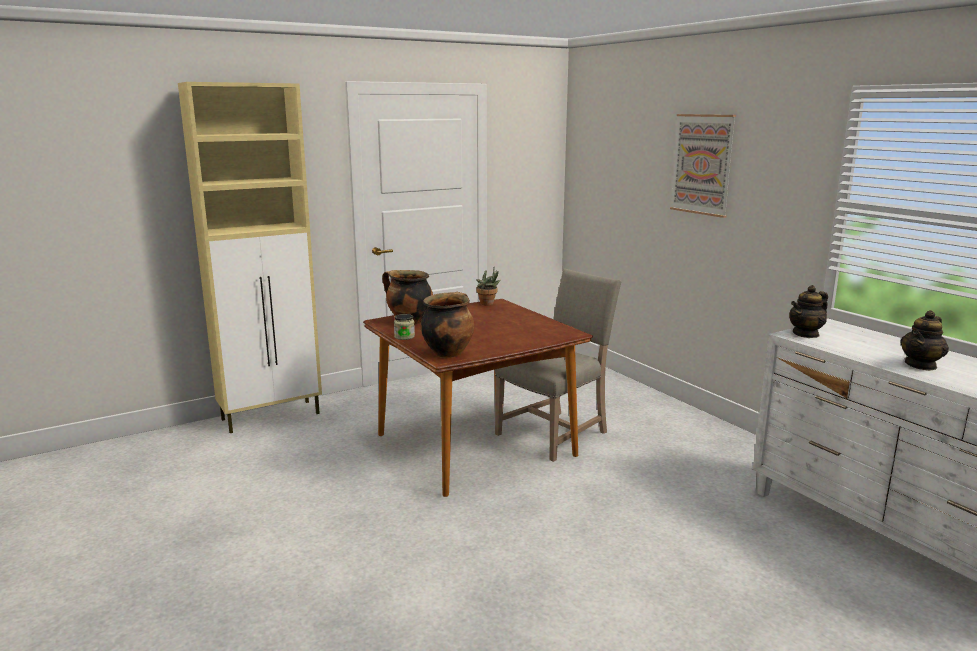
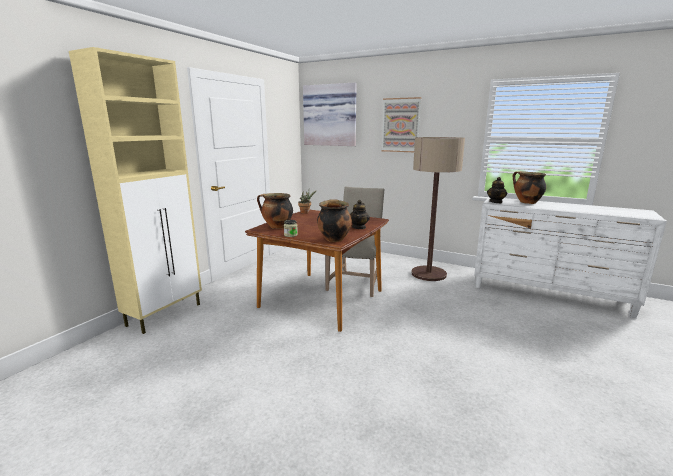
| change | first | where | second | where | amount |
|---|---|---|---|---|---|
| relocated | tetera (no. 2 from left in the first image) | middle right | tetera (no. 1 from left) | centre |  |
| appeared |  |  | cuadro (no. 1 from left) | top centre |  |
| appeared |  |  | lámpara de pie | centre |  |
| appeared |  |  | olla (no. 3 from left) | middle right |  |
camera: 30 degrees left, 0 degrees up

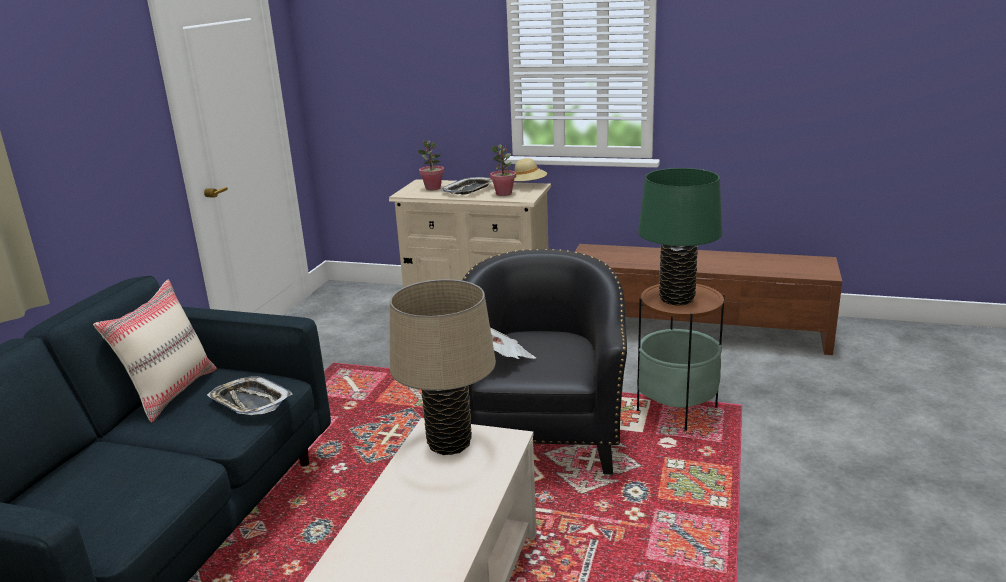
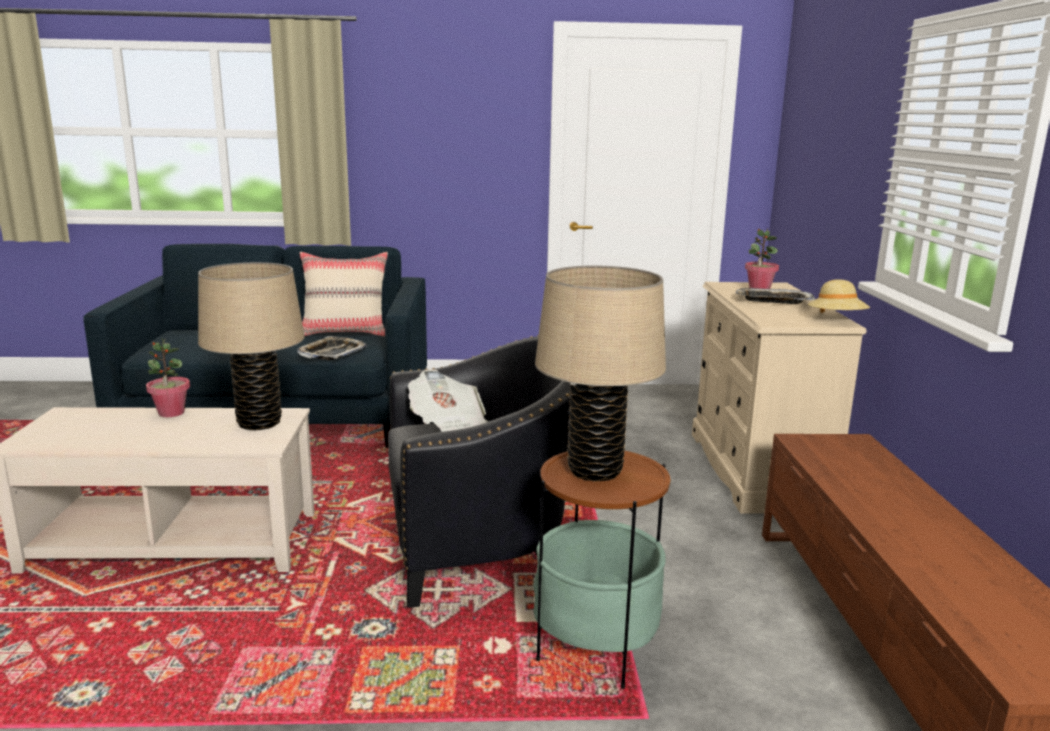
| change | first | where | second | where | amount |
|---|---|---|---|---|---|
| relocated | planta en maceta (no. 2 from left in the first image) | top centre | planta en maceta (no. 1 from left) | middle left |  |
| colour | lámpara de mesa [verde] | middle right | lámpara de mesa [beis] (no. 2 from left) | centre |  |
camera: 70 degrees right, 5 degrees down

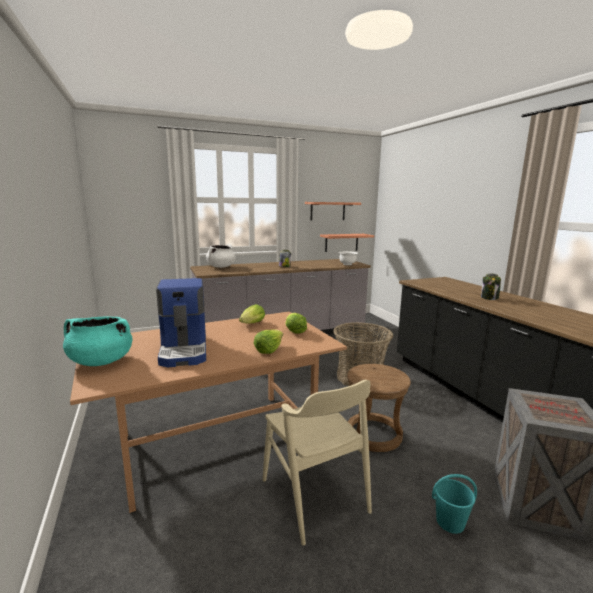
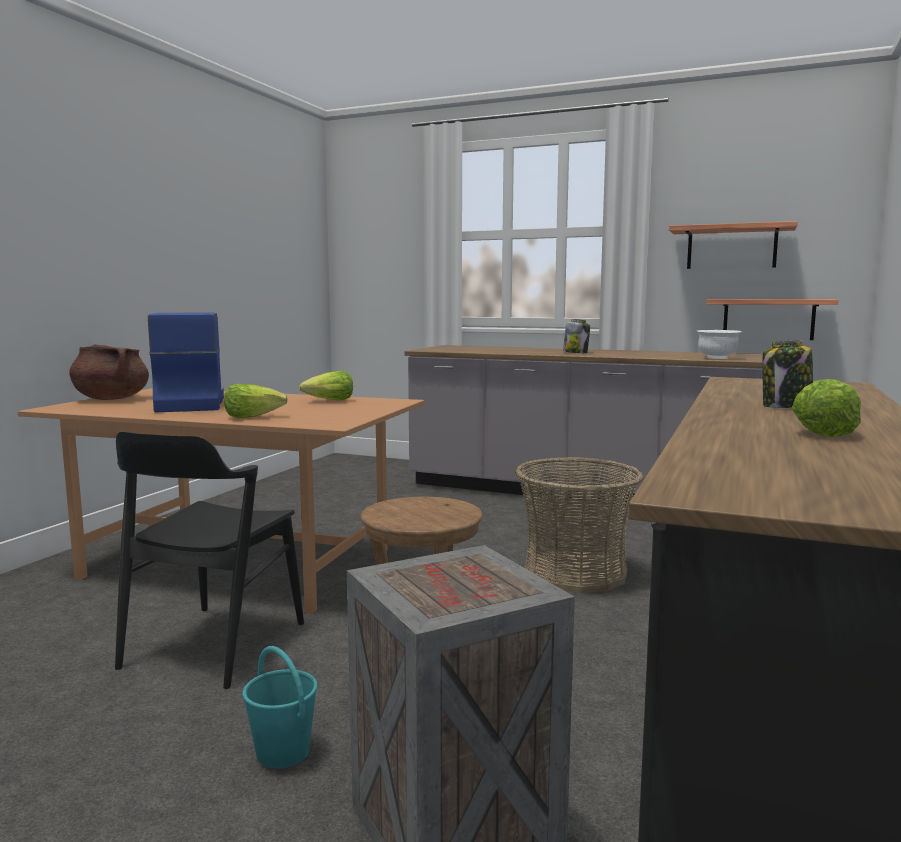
| change | first | where | second | where | amount |
|---|---|---|---|---|---|
| colour | olla [turquesa] | middle left | olla [marrón] | middle left |  |
| spun | cafetera | middle left |  | middle left | 135 degrees clockwise |
| missing | olla [blanco] | centre |  |  |  |
| colour | silla [beis] | bottom centre | silla [negro] | middle left |  |
| relocated | lechuga (no. 3 from left) | centre |  | middle right |  |
camera: 45 degrees right, 5 degrees down

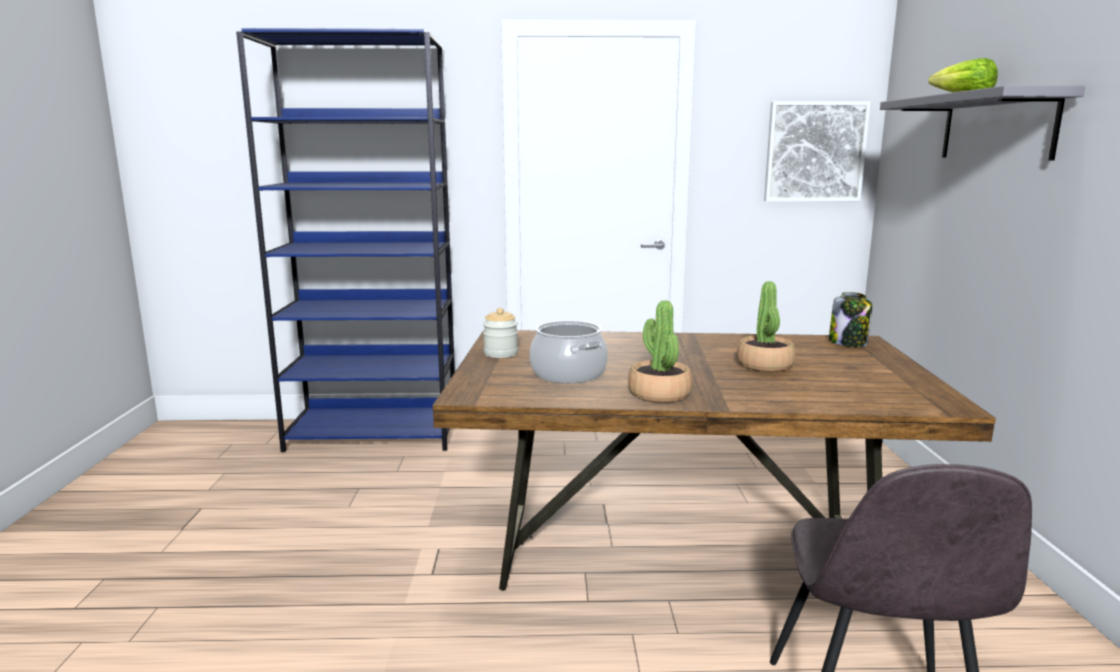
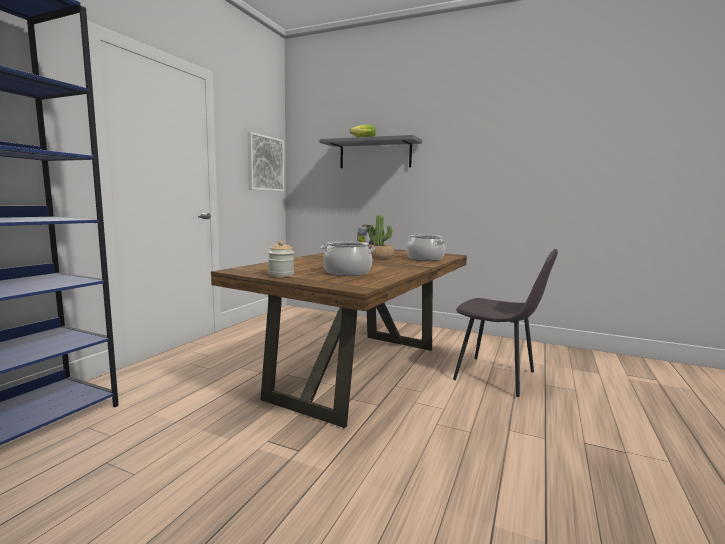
| change | first | where | second | where | amount |
|---|---|---|---|---|---|
| missing | planta en maceta (no. 1 from left) | centre |  |  |  |
| appeared |  |  | olla (no. 2 from left) | centre |  |
camera: 65 degrees left, 5 degrees down

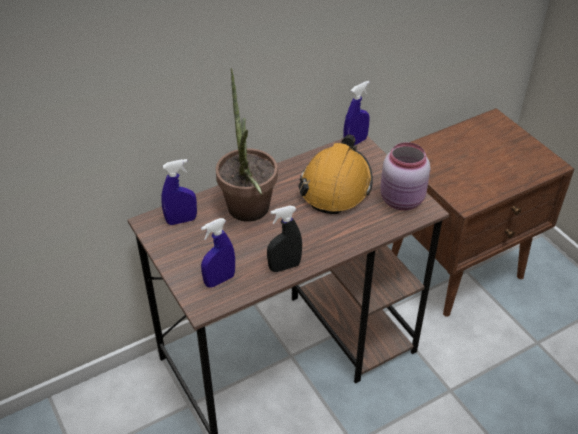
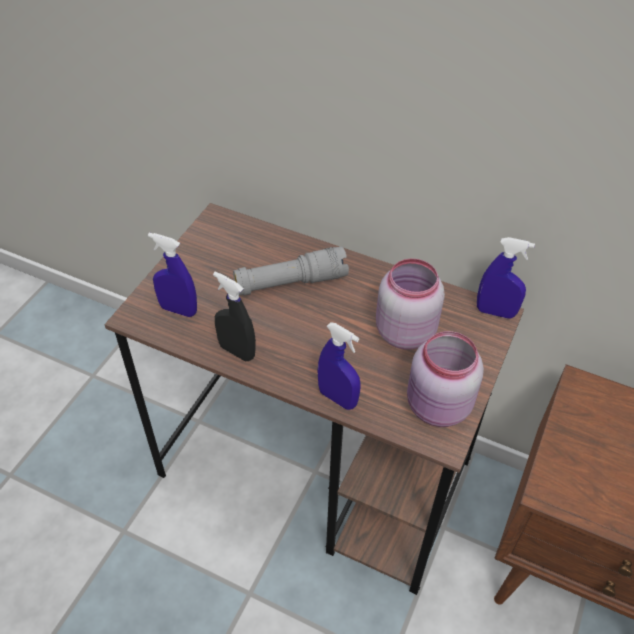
| change | first | where | second | where | amount |
|---|---|---|---|---|---|
| relocated | pulverizador [azul] (no. 1 from left in the first image) | middle left | pulverizador [azul] (no. 2 from left) | centre |  |
| exchanged | planta en maceta | centre | linterna [gris] | centre |  |
| exchanged | casco [naranja] | centre | tarro [rosa] (no. 1 from left) | centre |  |
camera: 55 degrees right, 5 degrees up

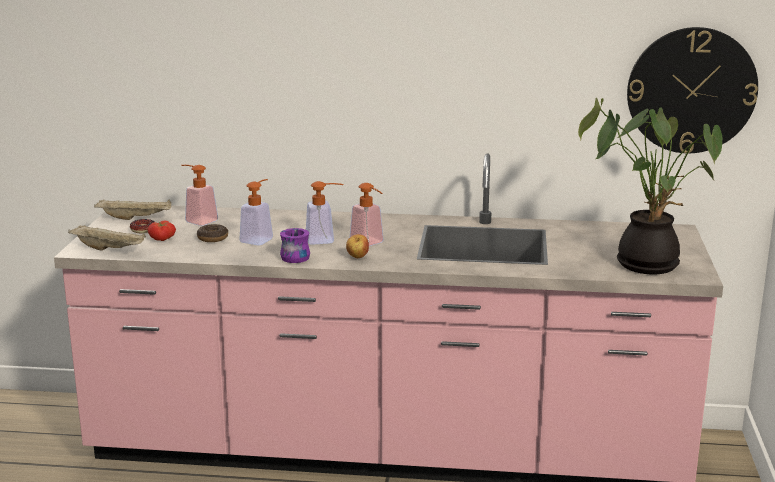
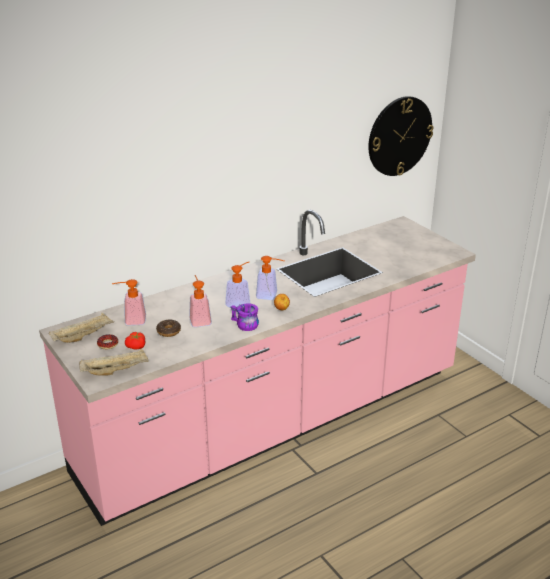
| change | first | where | second | where | amount |
|---|---|---|---|---|---|
| missing | planta en maceta | middle right |  |  |  |
camera: 40 degrees left, 10 degrees up

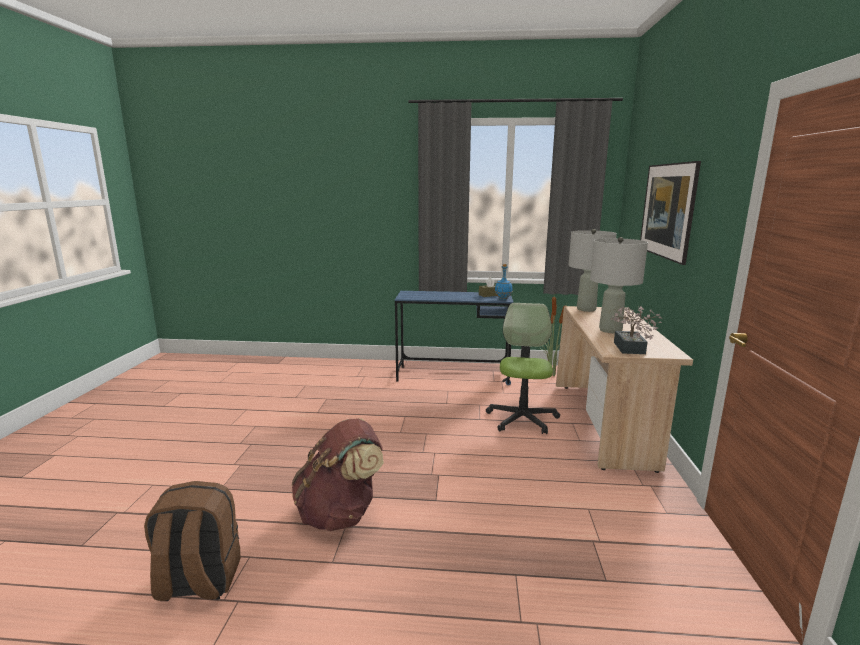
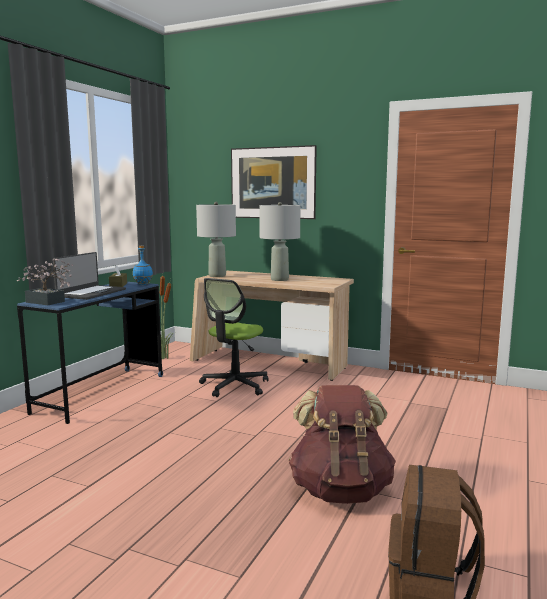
| change | first | where | second | where | amount |
|---|---|---|---|---|---|
| spun | silla de oficina | centre |  | centre | 90 degrees counterclockwise |
| relocated | planta en maceta (no. 2 from left in the first image) | middle right | planta en maceta (no. 1 from left) | middle left |  |
| appeared |  |  | portátil | middle left |  |
camera: 70 degrees left, 5 degrees down

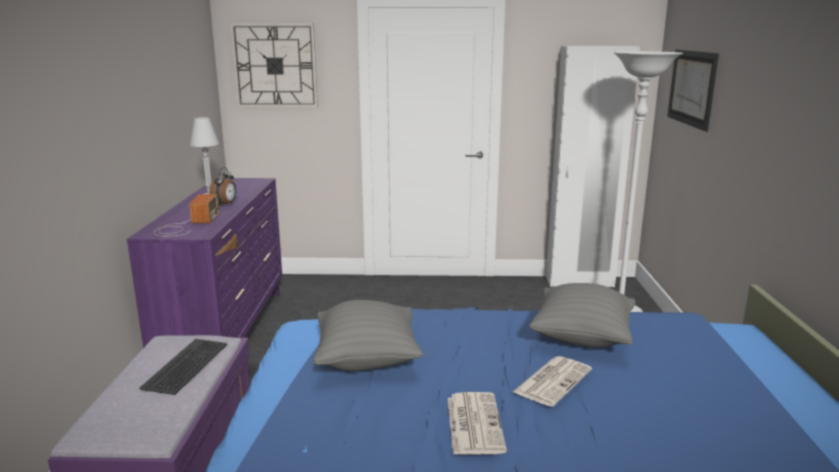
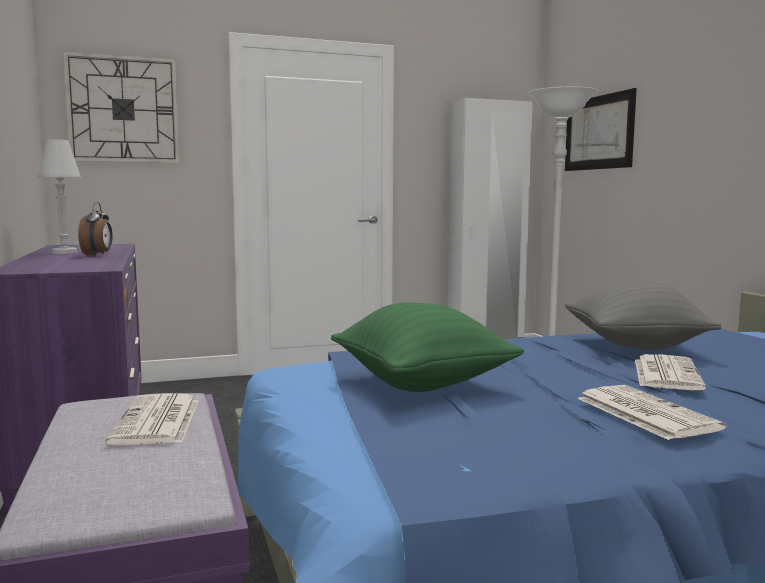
| change | first | where | second | where | amount |
|---|---|---|---|---|---|
| exchanged | teclado | bottom left | periódico (no. 1 from left) | bottom left |  |
| missing | radio | middle left |  |  |  |
| colour | cojín [gris] (no. 1 from left) | bottom centre | cojín [verde] | centre |  |
camera: 20 degrees left, 10 degrees down

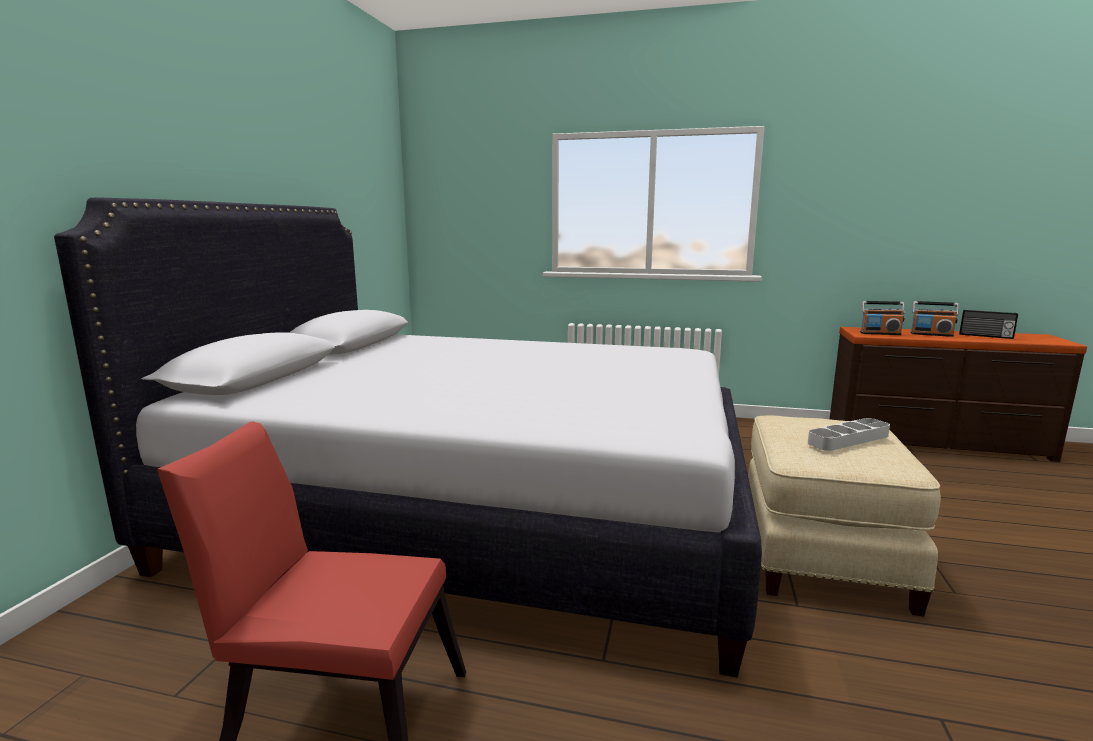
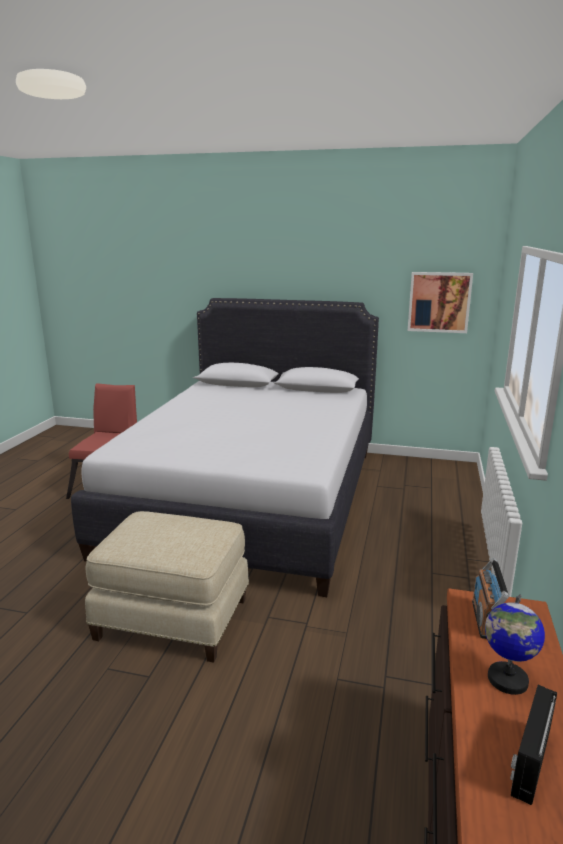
| change | first | where | second | where | amount |
|---|---|---|---|---|---|
| missing | bandeja [gris] | middle right |  |  |  |
| exchanged | radio (no. 2 from left) | middle right | globo terráqueo | bottom right |  |
| appeared |  |  | cuadro | middle right |  |
camera: 90 degrees right, 5 degrees up

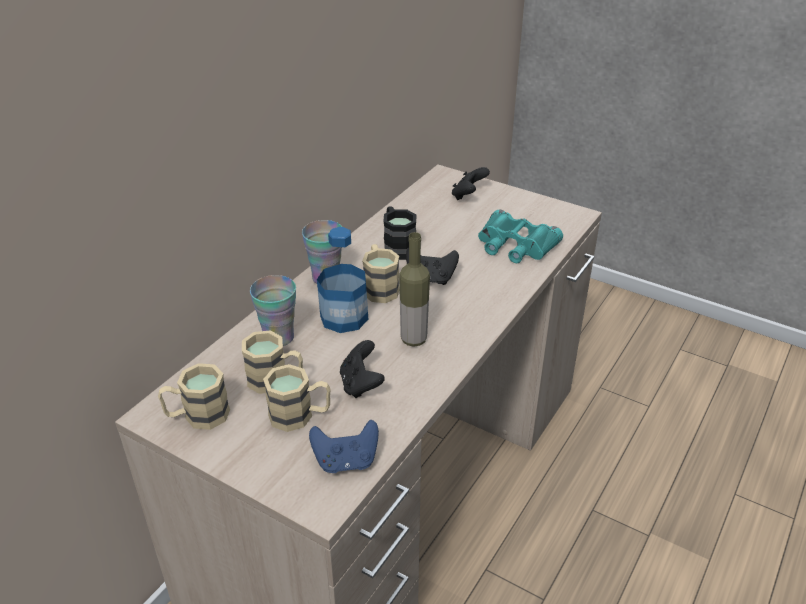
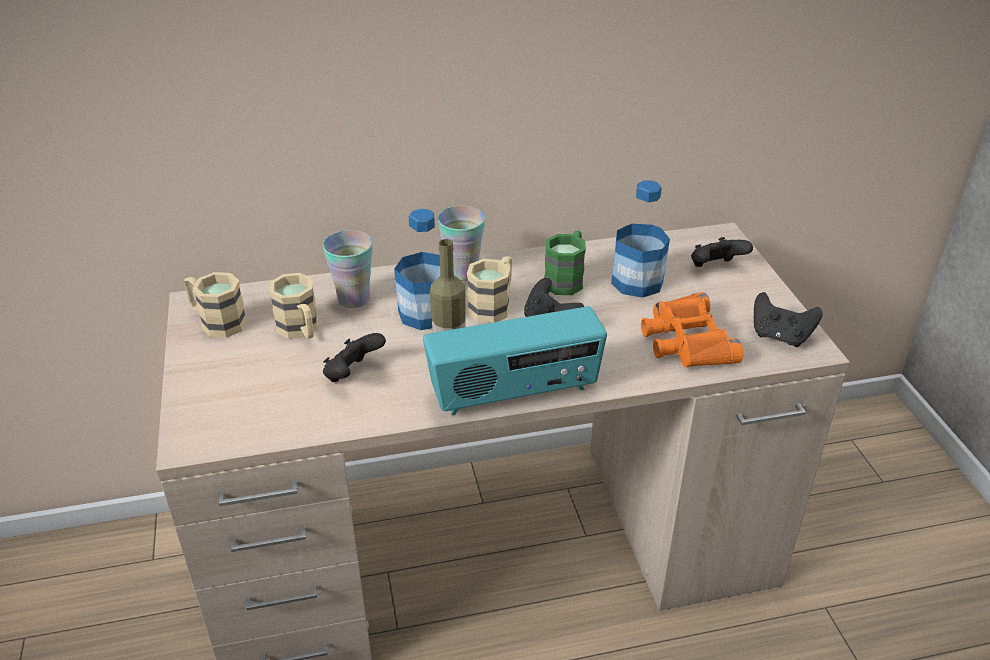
| change | first | where | second | where | amount |
|---|---|---|---|---|---|
| missing | taza grande [beis] (no. 3 from left) | centre |  |  |  |
| missing | mando de consola [azul] | bottom centre |  |  |  |
| colour | taza grande [negro] | centre | taza grande [verde] | centre |  |
| colour | prismáticos [turquesa] | centre | prismáticos [naranja] | middle right |  |
| appeared |  |  | radio | centre |  |
| appeared |  |  | botella (no. 3 from left) | centre |  |
| appeared |  |  | mando de consola [negro] (no. 4 from left) | middle right |  |
camera: 45 degrees right, 0 degrees up

